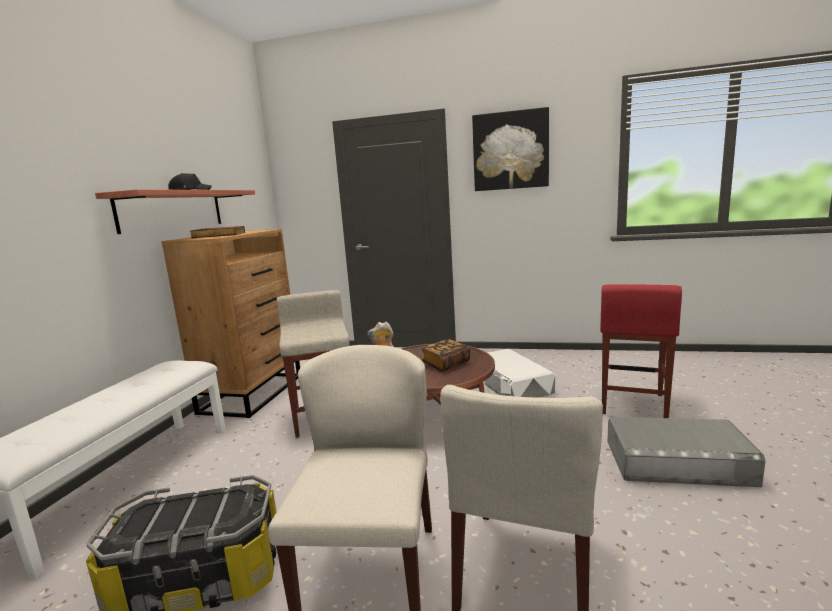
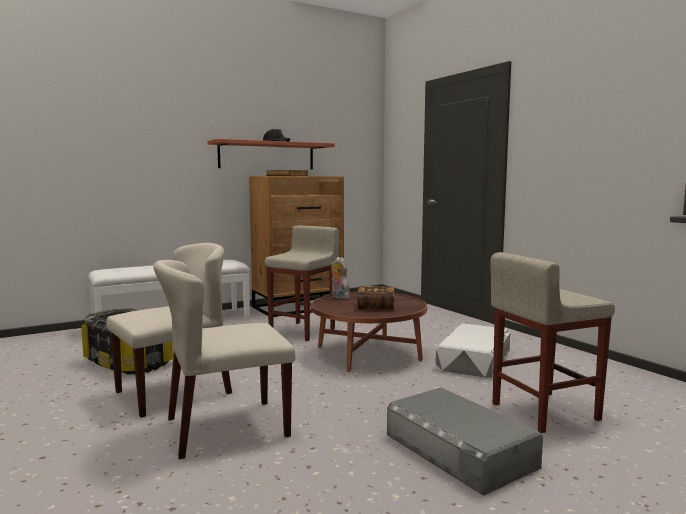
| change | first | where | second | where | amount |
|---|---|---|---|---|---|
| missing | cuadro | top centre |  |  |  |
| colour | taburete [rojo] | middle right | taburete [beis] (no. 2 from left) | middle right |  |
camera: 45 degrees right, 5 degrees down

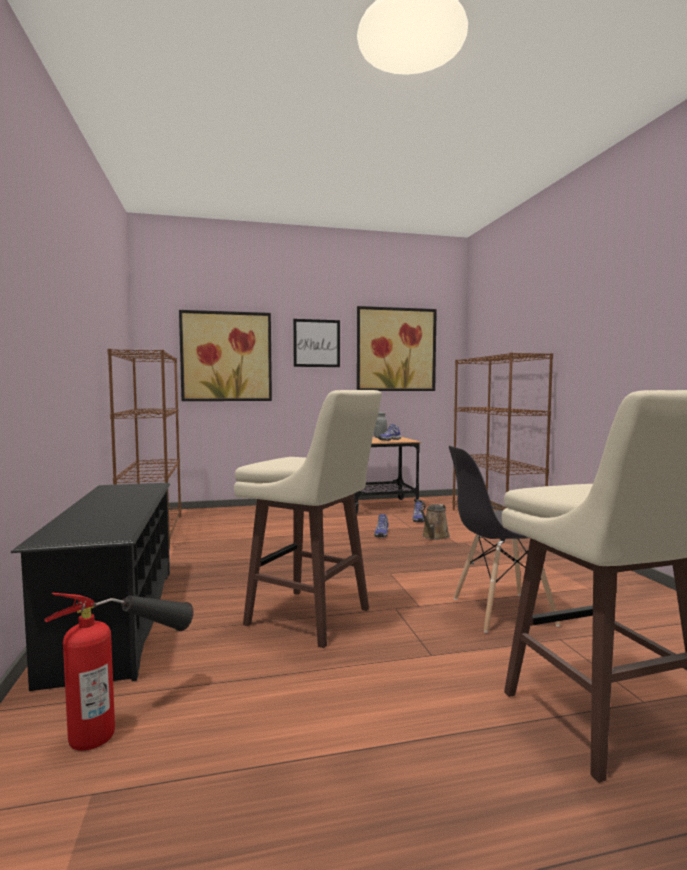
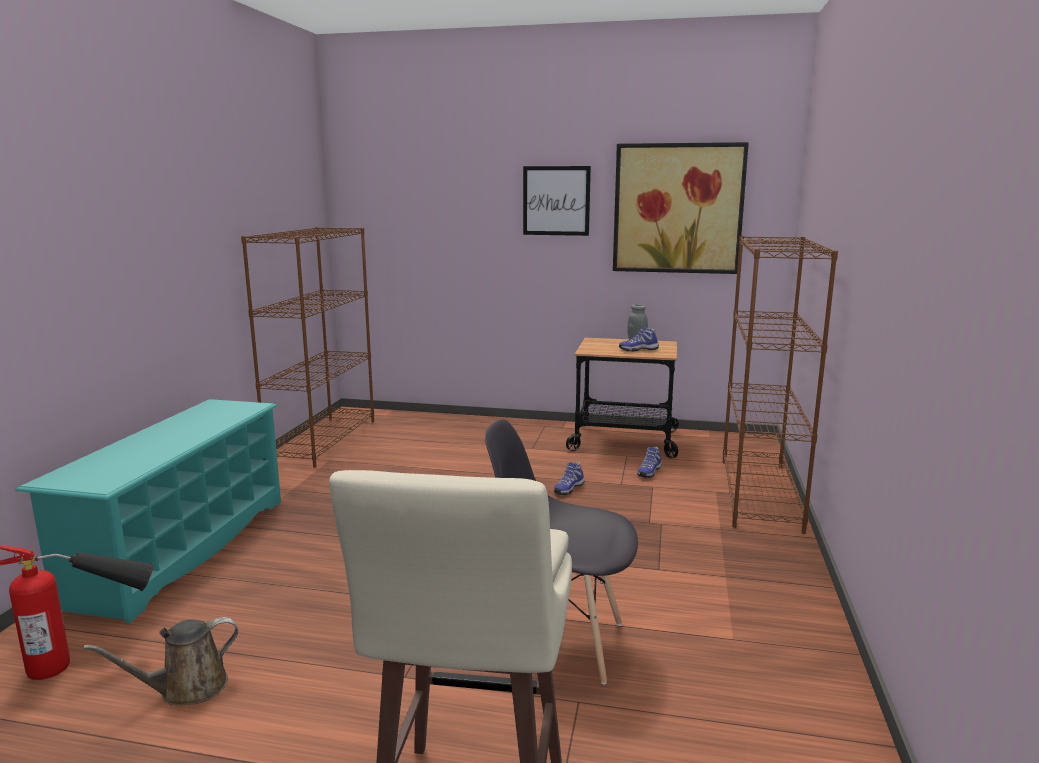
| change | first | where | second | where | amount |
|---|---|---|---|---|---|
| colour | zapatero [negro] | bottom left | zapatero [turquesa] | bottom left |  |
| missing | cuadro (no. 1 from left) | middle left |  |  |  |
| missing | taburete [beis] (no. 1 from left) | centre |  |  |  |
| relocated | regadera [marrón] | centre |  | bottom left |  |
camera: 25 degrees right, 10 degrees up

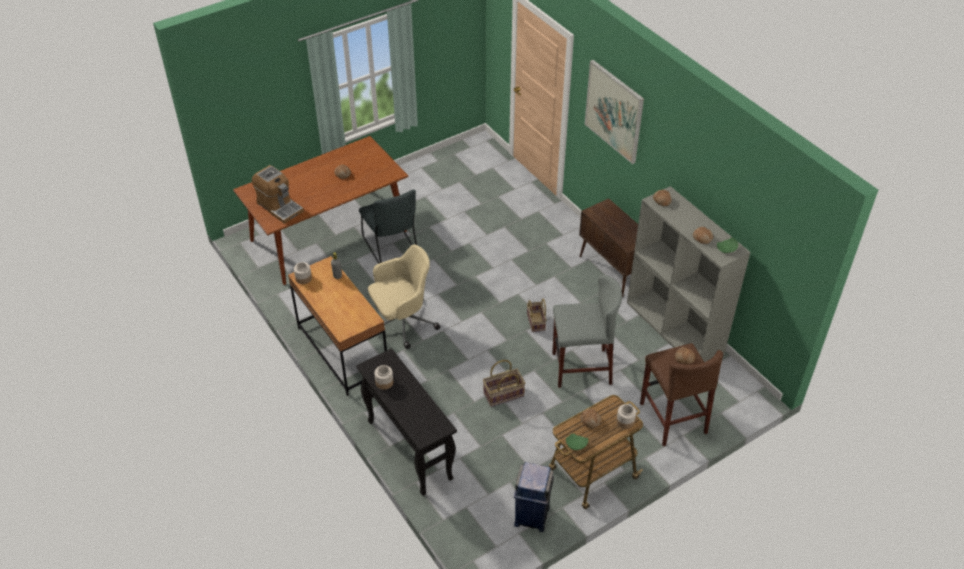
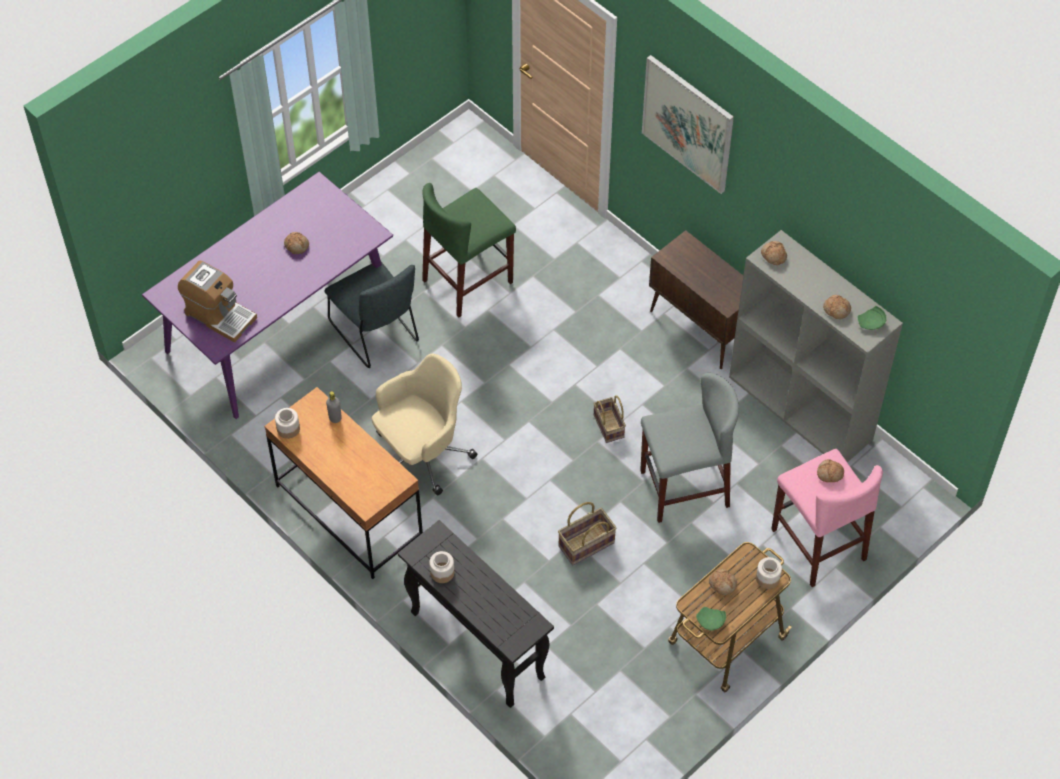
| change | first | where | second | where | amount |
|---|---|---|---|---|---|
| colour | mesa de comedor [marrón] | middle left | mesa de comedor [morado] | middle left |  |
| missing | papelera [azul] | bottom centre |  |  |  |
| colour | taburete [marrón] | bottom right | taburete [rosa] | middle right |  |
| appeared |  |  | taburete [verde] | top centre |  |
camera: 10 degrees left, 10 degrees up

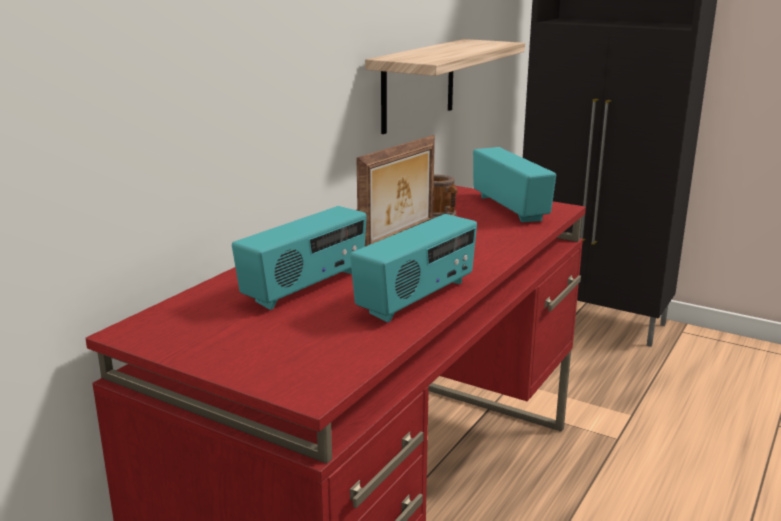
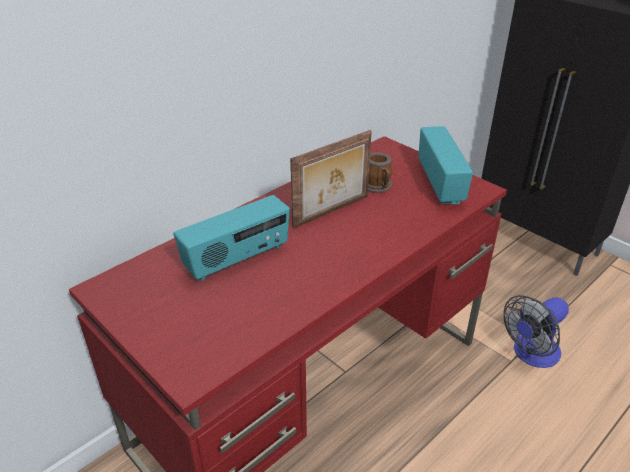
| change | first | where | second | where | amount |
|---|---|---|---|---|---|
| missing | radio (no. 2 from left) | centre |  |  |  |
| missing | estante | top centre |  |  |  |
| appeared |  |  | ventilador | bottom right |  |
camera: 15 degrees right, 15 degrees up

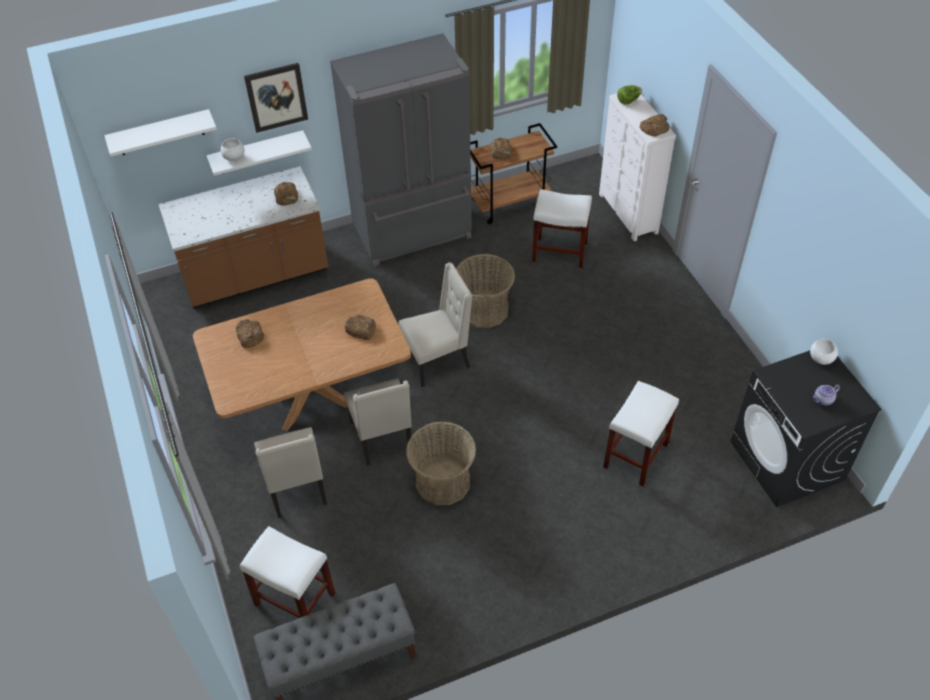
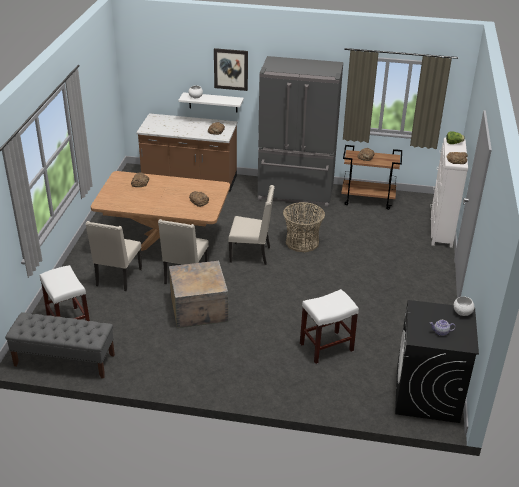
| change | first | where | second | where | amount |
|---|---|---|---|---|---|
| missing | estante [blanco] (no. 1 from left) | top left |  |  |  |
| exchanged | cesta (no. 1 from left) | centre | caja de embalaje | centre |  |
| missing | taburete [blanco] (no. 2 from left) | top centre |  |  |  |
camera: 30 degrees right, 15 degrees down

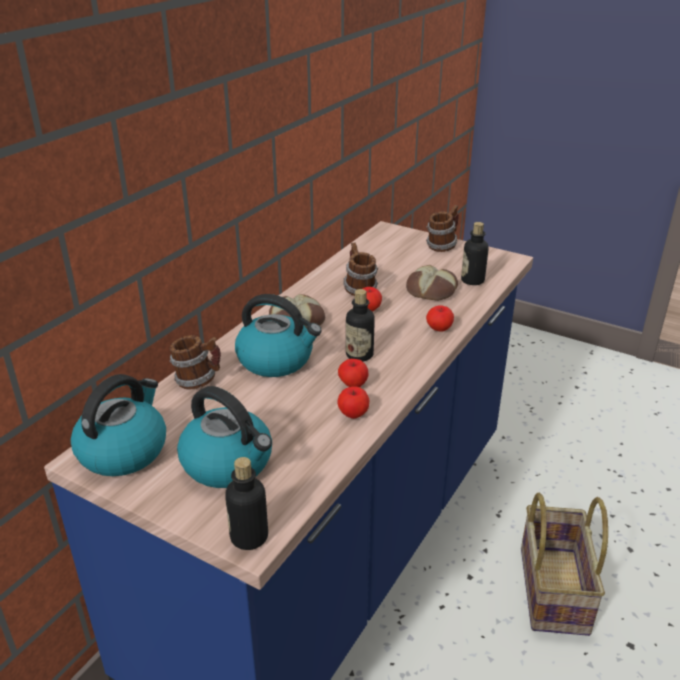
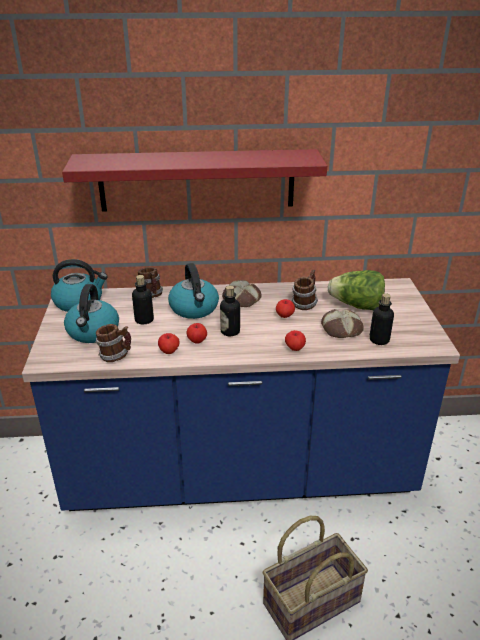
| change | first | where | second | where | amount |
|---|---|---|---|---|---|
| relocated | botella (no. 1 from left) | bottom centre |  | middle left |  |
| relocated | taza grande (no. 3 from left in the first image) | centre | taza grande (no. 1 from left) | middle left |  |
| appeared |  |  | estante [rojo] | top centre |  |
| appeared |  |  | lechuga | middle right |  |
camera: 55 degrees right, 0 degrees up

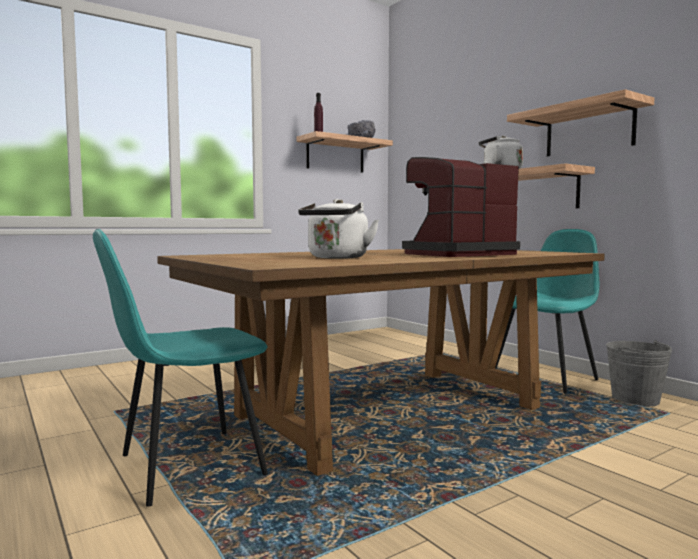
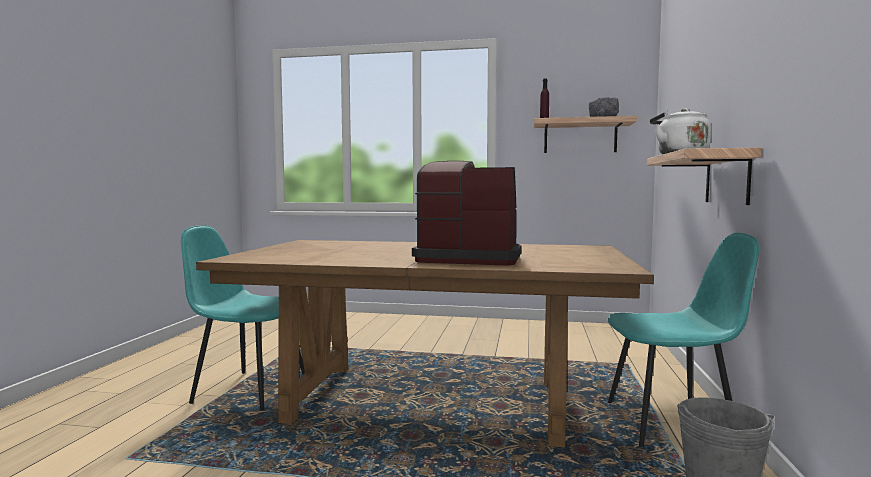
| change | first | where | second | where | amount |
|---|---|---|---|---|---|
| missing | hervidor [blanco] (no. 1 from left) | centre |  |  |  |
| missing | estante (no. 3 from left) | top right |  |  |  |
camera: 45 degrees right, 0 degrees up

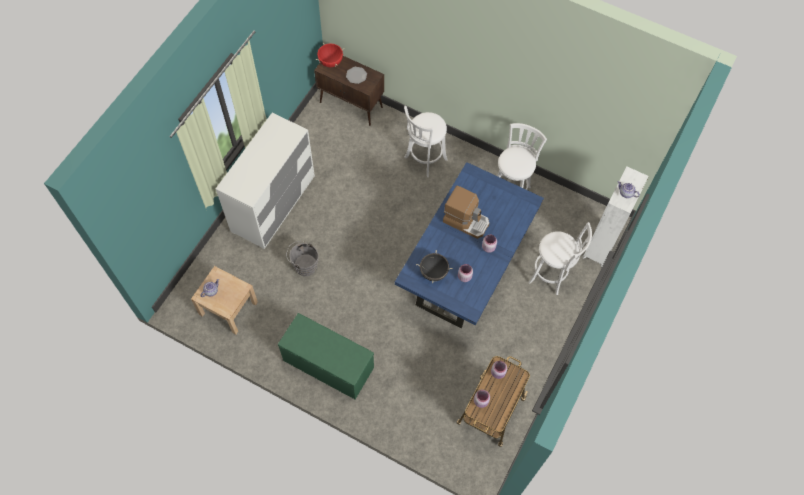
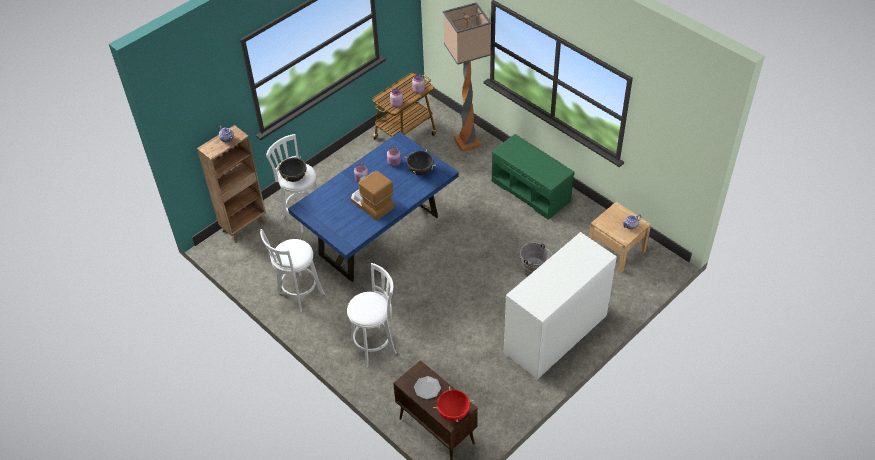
| change | first | where | second | where | amount |
|---|---|---|---|---|---|
| colour | estantería [blanco] | middle right | estantería [marrón] | middle left |  |
| appeared |  |  | olla [negro] (no. 1 from left) | centre |  |
| appeared |  |  | lámpara de pie | top centre |  |
camera: 160 degrees left, 15 degrees down

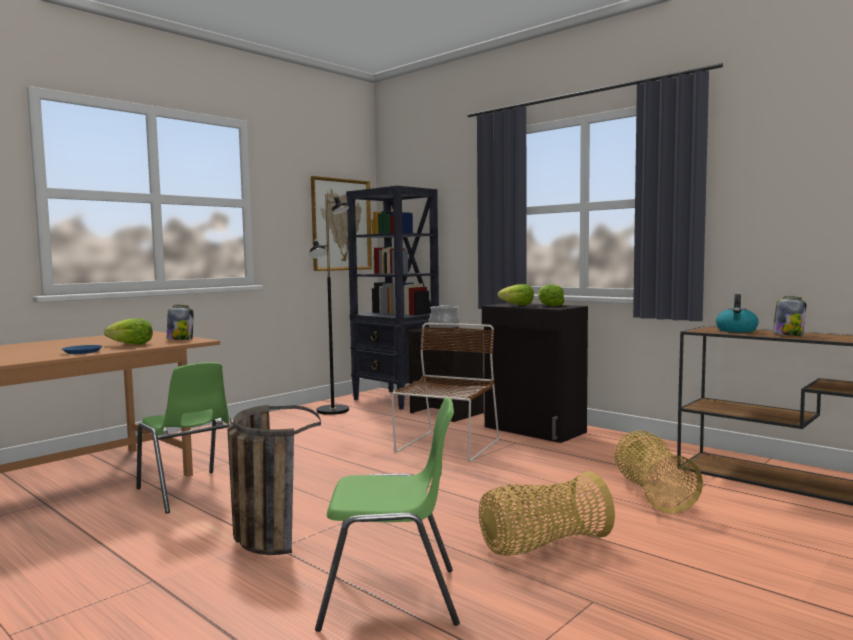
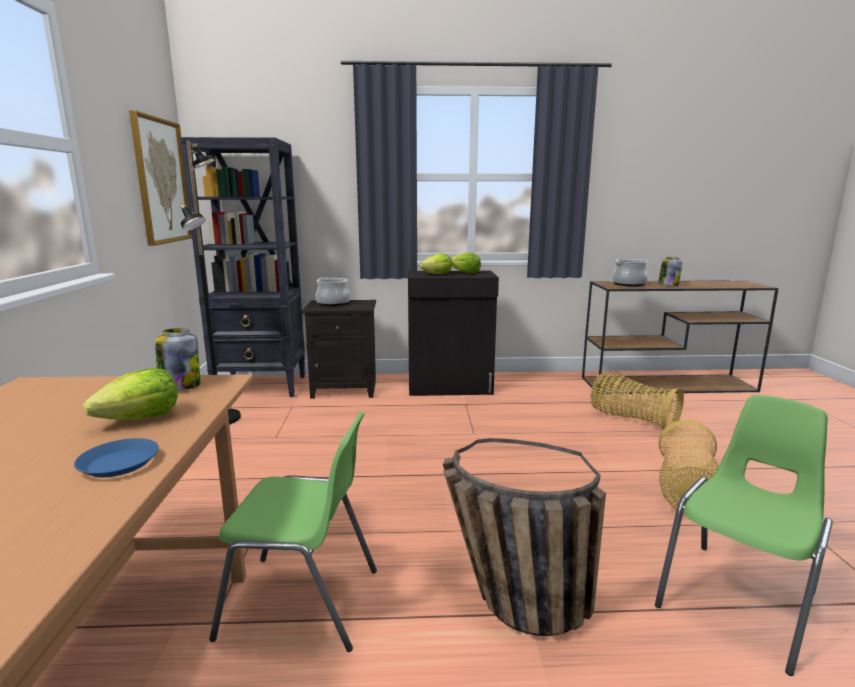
| change | first | where | second | where | amount |
|---|---|---|---|---|---|
| missing | silla [marrón] | centre |  |  |  |
| exchanged | hervidor | middle right | olla (no. 2 from left) | middle right |  |
camera: 45 degrees left, 10 degrees up

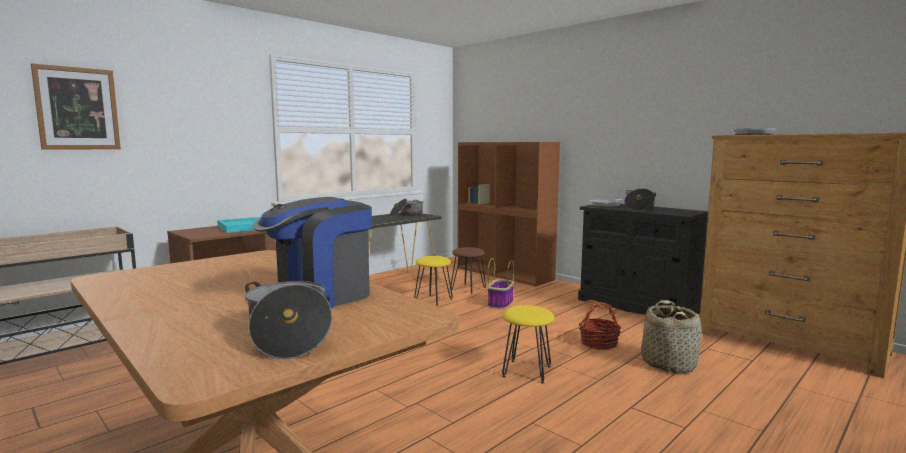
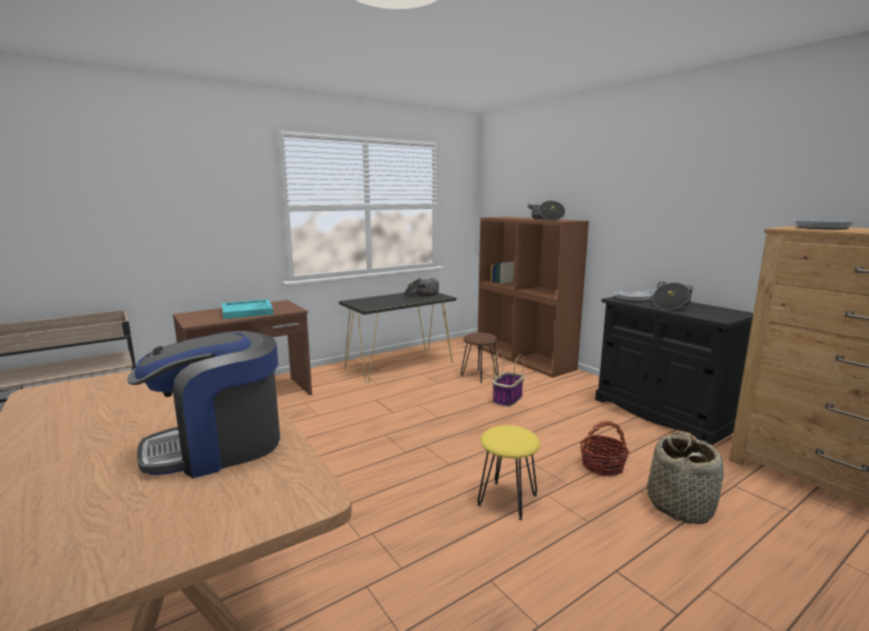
| change | first | where | second | where | amount |
|---|---|---|---|---|---|
| missing | cuadro | top left |  |  |  |
| relocated | olla (no. 1 from left in the first image) | bottom left | olla (no. 2 from left) | top centre |  |
| missing | taburete [amarillo] (no. 1 from left) | centre |  |  |  |
camera: 10 degrees right, 5 degrees up

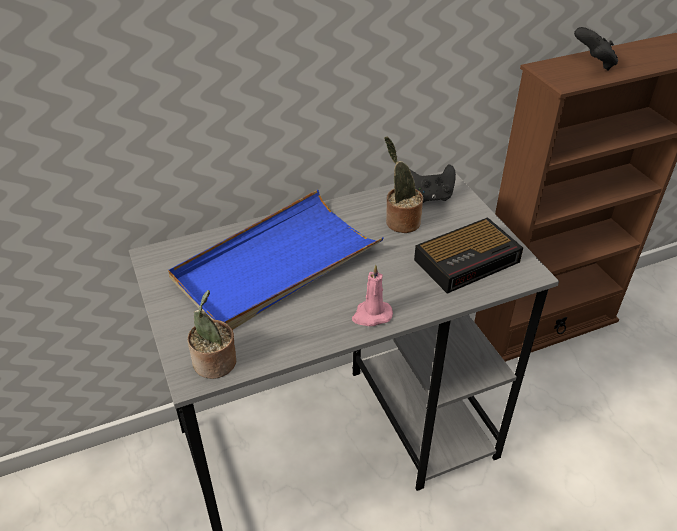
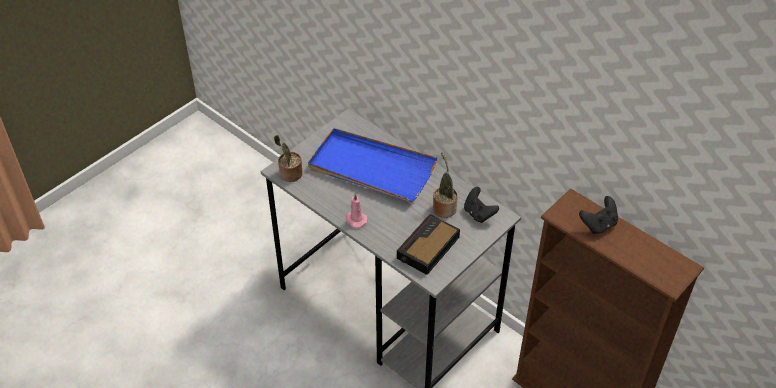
| change | first | where | second | where | amount |
|---|---|---|---|---|---|
| spun | despertador | middle right |  | centre | 90 degrees clockwise |
camera: 65 degrees right, 5 degrees up

